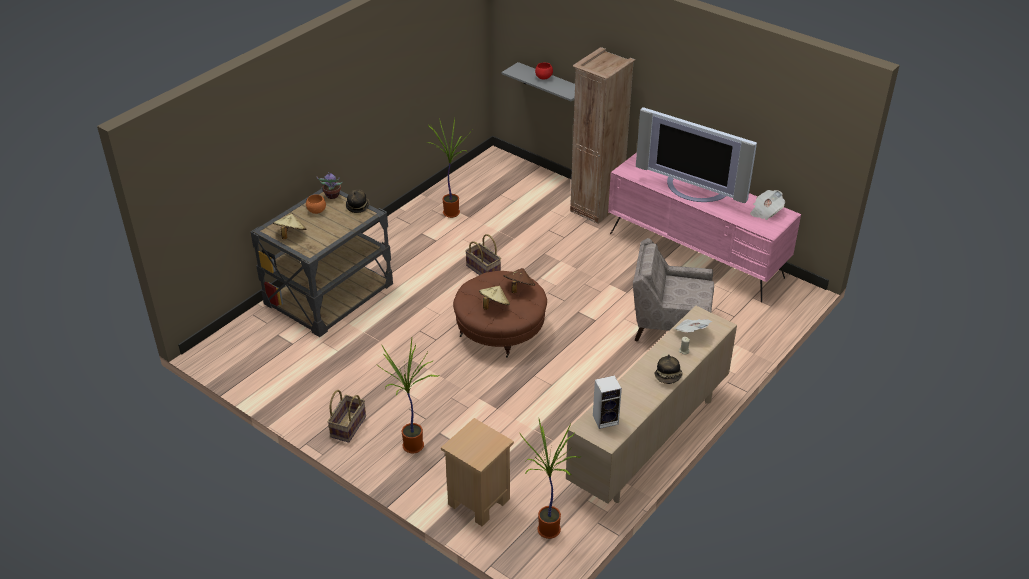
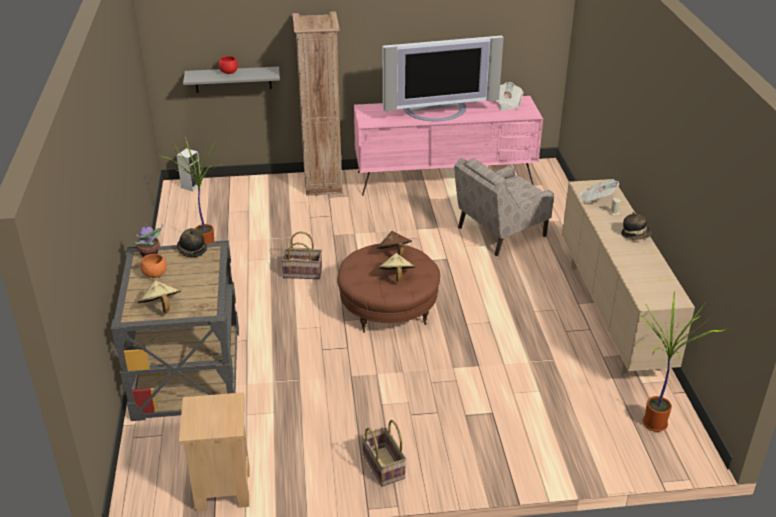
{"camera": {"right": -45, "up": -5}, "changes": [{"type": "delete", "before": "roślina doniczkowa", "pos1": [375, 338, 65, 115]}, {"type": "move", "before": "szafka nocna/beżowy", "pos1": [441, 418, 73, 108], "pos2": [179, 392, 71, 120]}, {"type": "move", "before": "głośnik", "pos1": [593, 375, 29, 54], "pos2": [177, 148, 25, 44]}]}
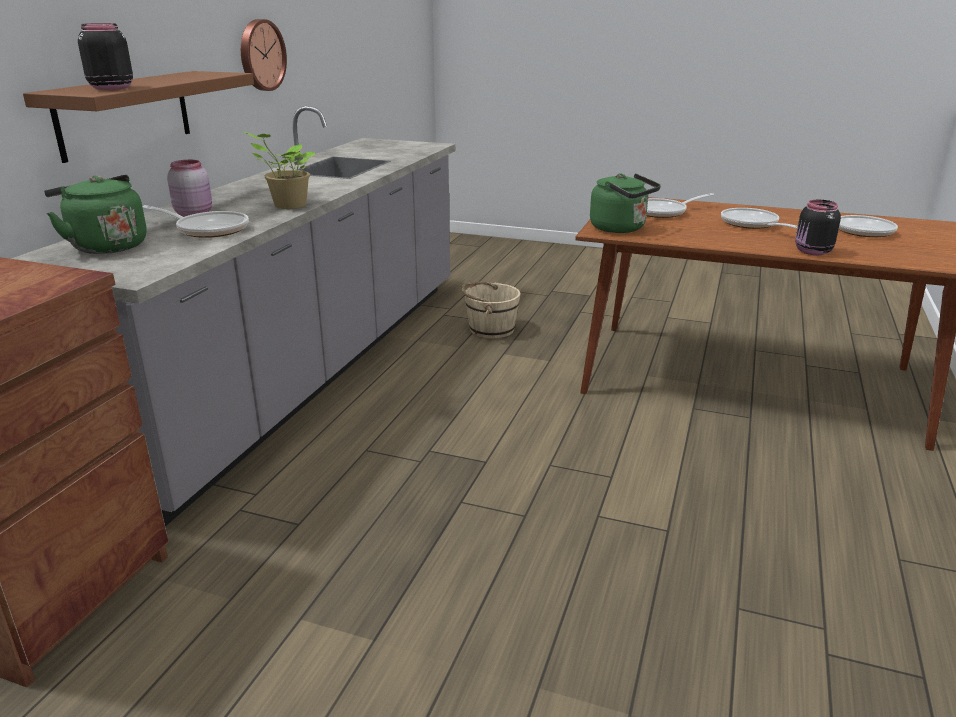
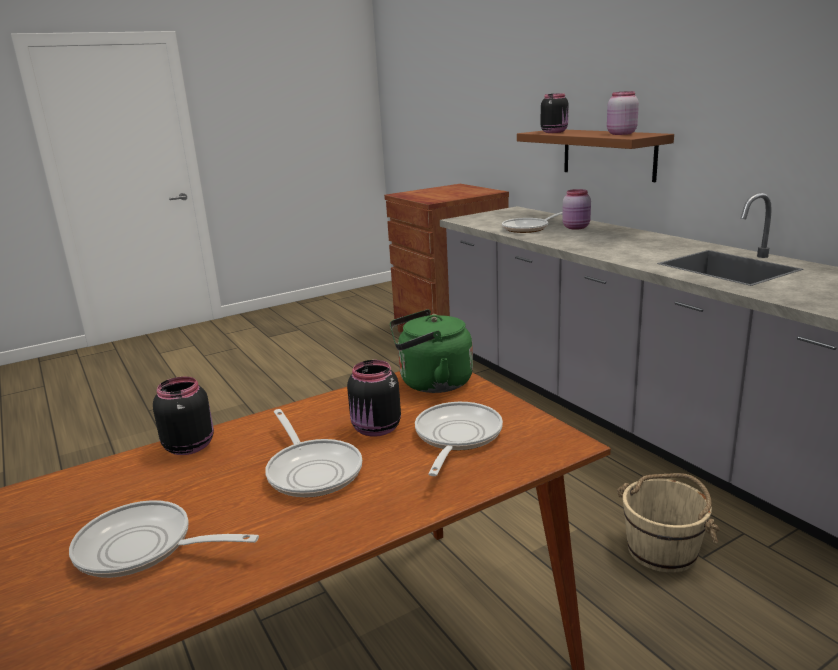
{"camera": {"right": 130, "up": -5}, "changes": [{"type": "delete", "before": "czajnik/zielony", "pos1": [44, 175, 103, 79]}, {"type": "delete", "before": "zegar ścienny", "pos1": [241, 19, 46, 72]}, {"type": "delete", "before": "roślina doniczkowa", "pos1": [242, 131, 73, 78]}, {"type": "insert", "after": "słoik/czarny", "pos2": [347, 360, 54, 77]}, {"type": "insert", "after": "słoik/różowy", "pos2": [607, 91, 32, 44]}, {"type": "rotate", "before": "patelnia", "pos1": [721, 208, 77, 21], "pos2": [265, 409, 97, 88], "turn": 45}]}
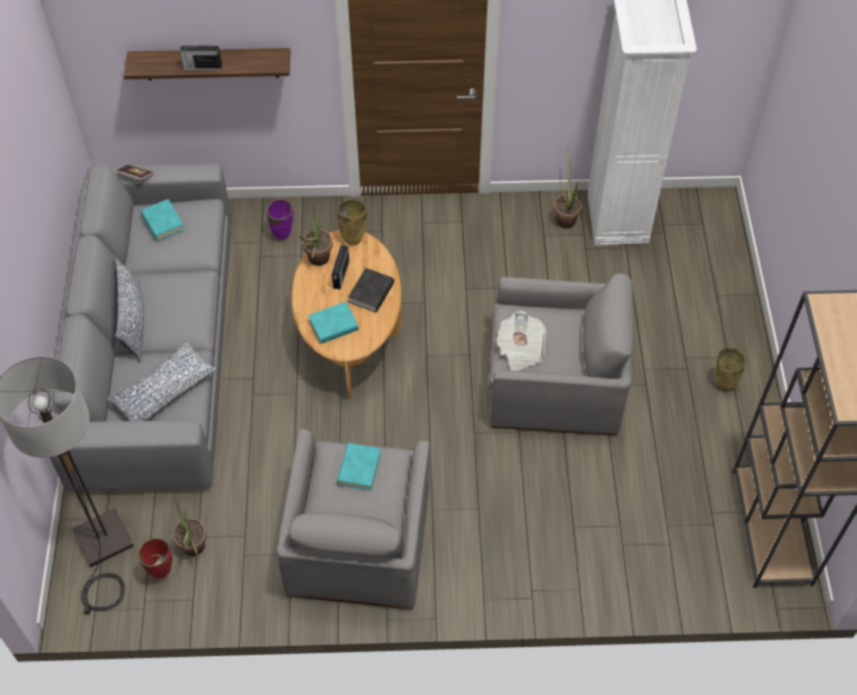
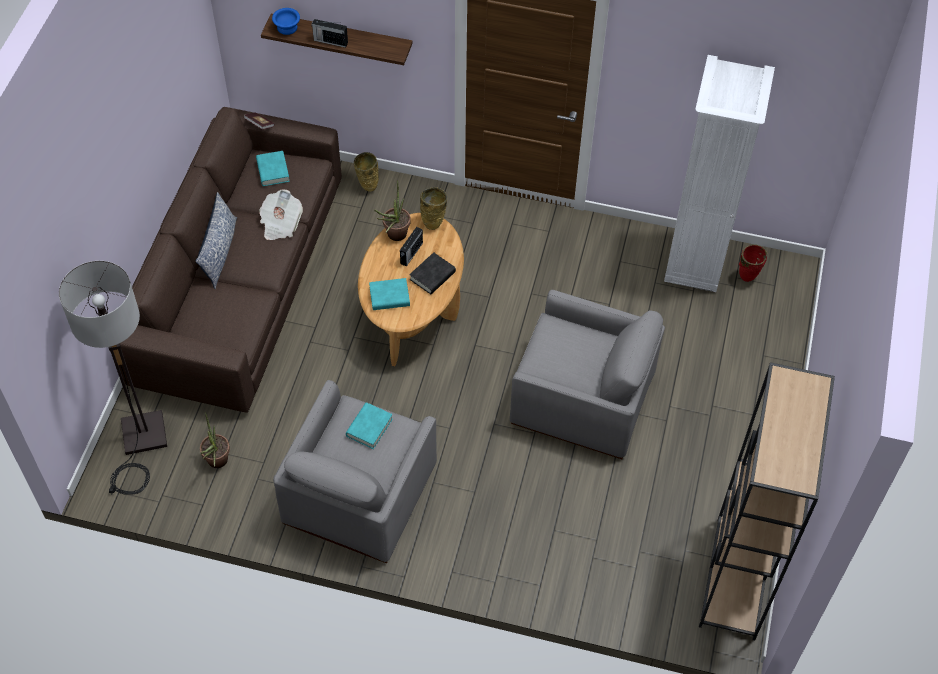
{"camera": {"right": 15, "up": 0}, "changes": [{"type": "delete", "before": "poduszka", "pos1": [107, 341, 111, 80]}, {"type": "delete", "before": "wazon/fioletowy", "pos1": [267, 199, 26, 41]}, {"type": "delete", "before": "roślina doniczkowa", "pos1": [554, 147, 28, 81]}, {"type": "insert", "after": "miska/niebieski", "pos2": [272, 8, 28, 27]}, {"type": "move", "before": "wazon/czerwony", "pos1": [138, 538, 34, 41], "pos2": [739, 244, 28, 38]}, {"type": "move", "before": "gazeta", "pos1": [496, 311, 51, 60], "pos2": [259, 189, 44, 51]}, {"type": "move", "before": "wazon/beżowy", "pos1": [716, 347, 30, 42], "pos2": [354, 152, 25, 40]}, {"type": "recolor", "before": "kanapa/szary", "after": "kanapa/brązowy", "pos1": [47, 164, 184, 327], "pos2": [119, 107, 223, 306]}]}
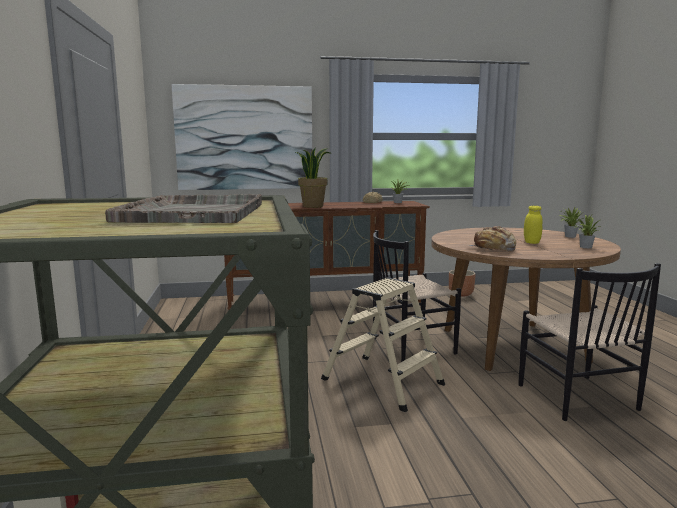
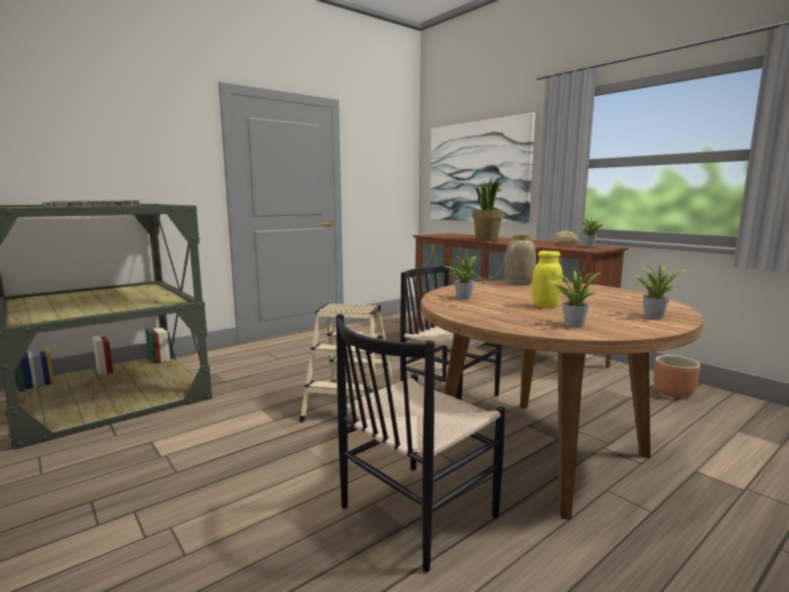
{"camera": {"right": 60, "up": 0}, "changes": [{"type": "insert", "after": "wazon", "pos2": [504, 235, 32, 50]}, {"type": "replace", "before": "chleb", "after": "roślina doniczkowa", "pos1": [469, 226, 47, 26], "pos2": [444, 255, 35, 45]}]}
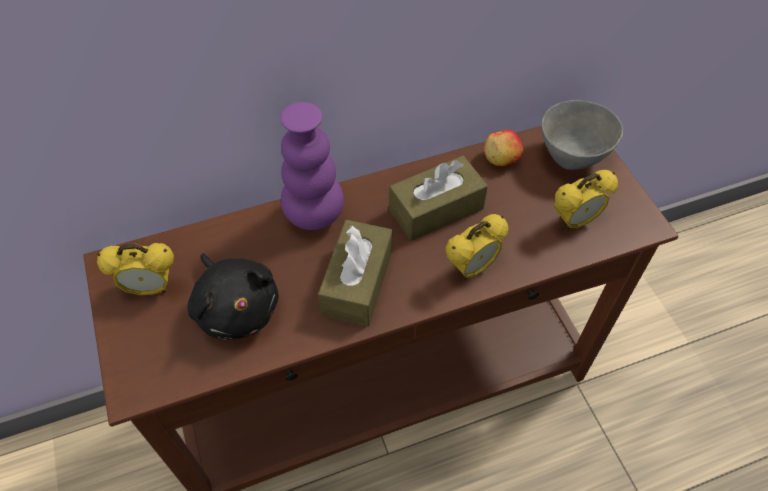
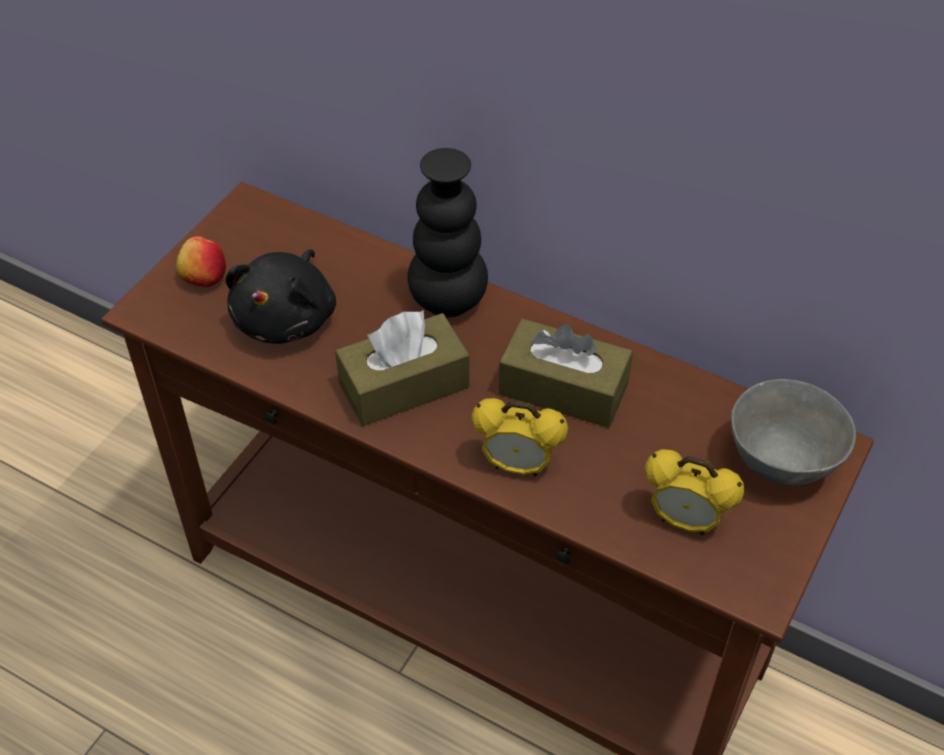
{"camera": {"right": 50, "up": -5}, "changes": [{"type": "delete", "before": "budzik", "pos1": [97, 243, 77, 52]}, {"type": "move", "before": "jabłko", "pos1": [484, 129, 39, 37], "pos2": [176, 236, 50, 51]}, {"type": "recolor", "before": "wazon/fioletowy", "after": "wazon/czarny", "pos1": [280, 102, 64, 128], "pos2": [408, 148, 80, 169]}]}
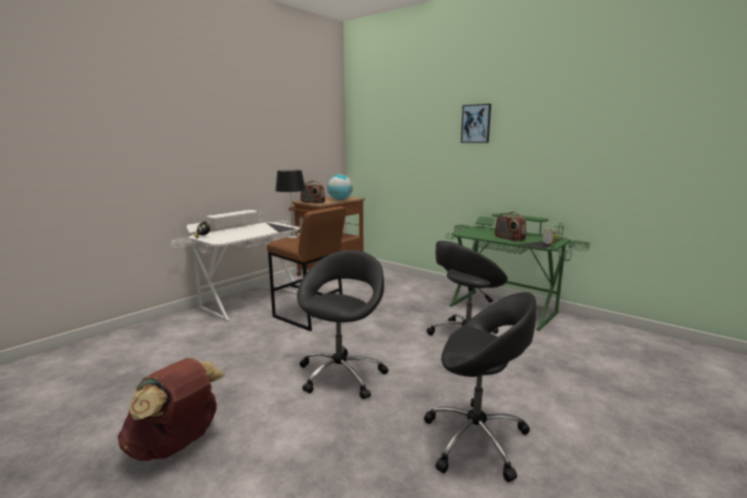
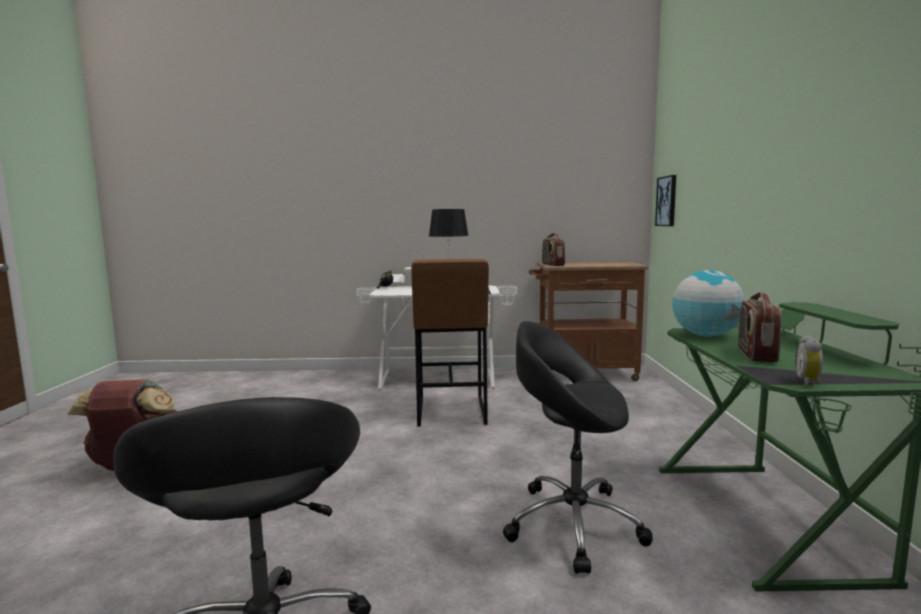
{"camera": {"right": 50, "up": -5}, "changes": [{"type": "delete", "before": "krzesło biurowe/czarny", "pos1": [297, 250, 92, 149]}, {"type": "move", "before": "globus", "pos1": [327, 174, 26, 26], "pos2": [672, 270, 73, 67]}, {"type": "move", "before": "obraz", "pos1": [461, 104, 30, 39], "pos2": [655, 175, 21, 51]}]}
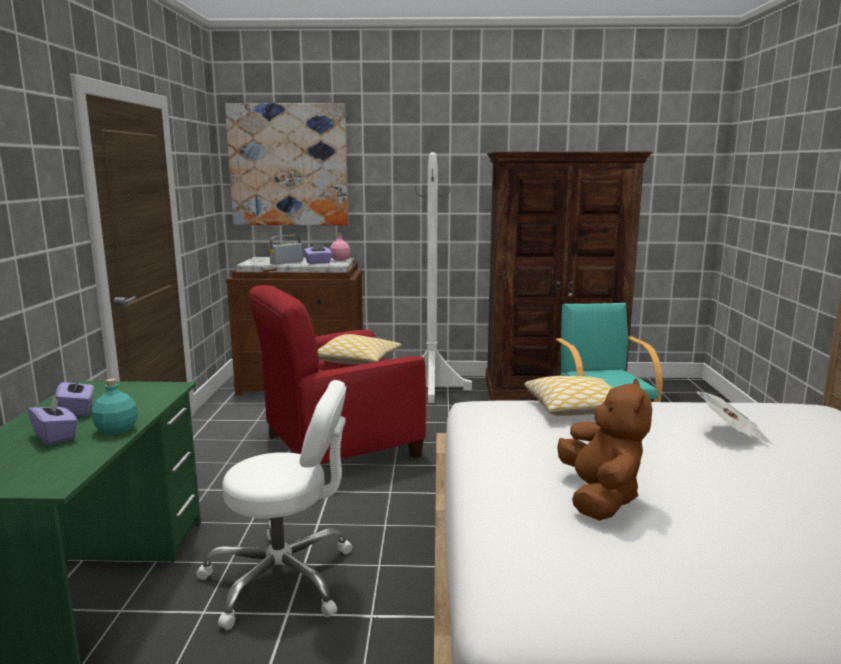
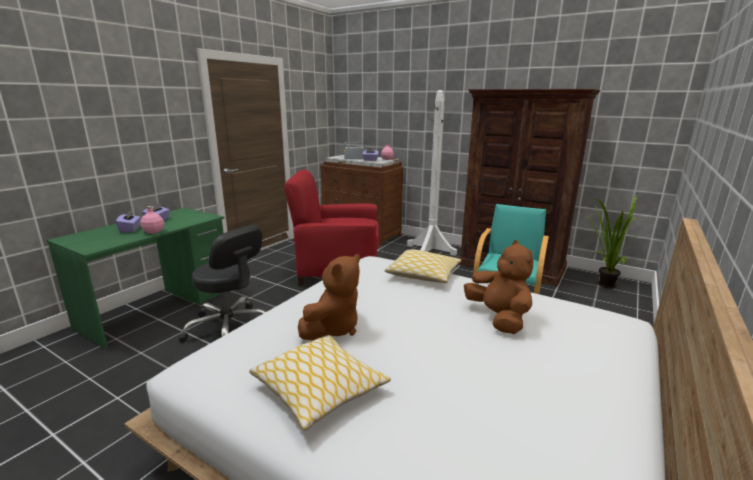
{"camera": {"right": 30, "up": 5}, "changes": [{"type": "delete", "before": "obraz", "pos1": [225, 103, 124, 122]}, {"type": "insert", "after": "roślina doniczkowa", "pos2": [585, 196, 53, 93]}, {"type": "move", "before": "poduszka", "pos1": [318, 334, 84, 31], "pos2": [249, 336, 142, 95]}, {"type": "replace", "before": "gazeta", "after": "pluszak/brązowy", "pos1": [696, 391, 77, 53], "pos2": [464, 240, 69, 94]}, {"type": "recolor", "before": "butelka/turkusowy", "after": "butelka/różowy", "pos1": [91, 379, 47, 56], "pos2": [140, 206, 24, 28]}, {"type": "recolor", "before": "krzesło biurowe/biały", "after": "krzesło biurowe/czarny", "pos1": [196, 380, 157, 250], "pos2": [179, 225, 87, 117]}]}
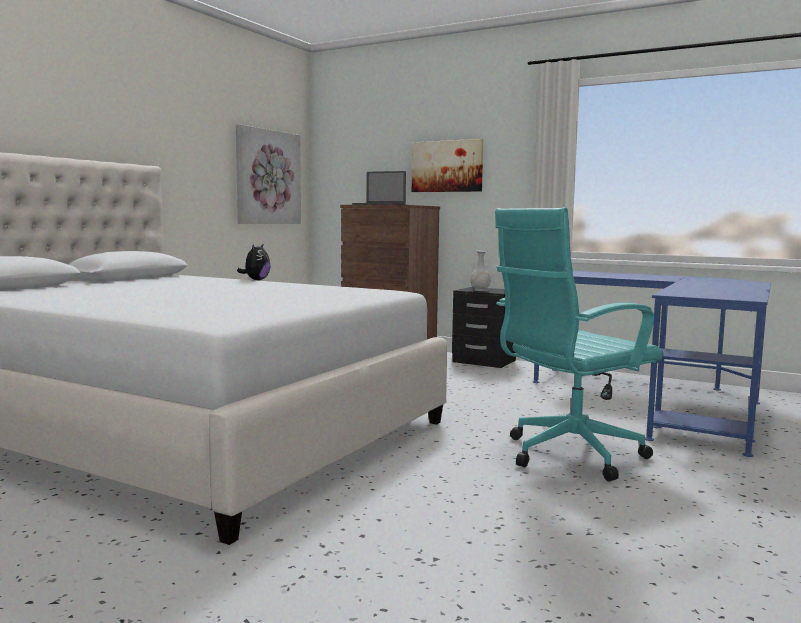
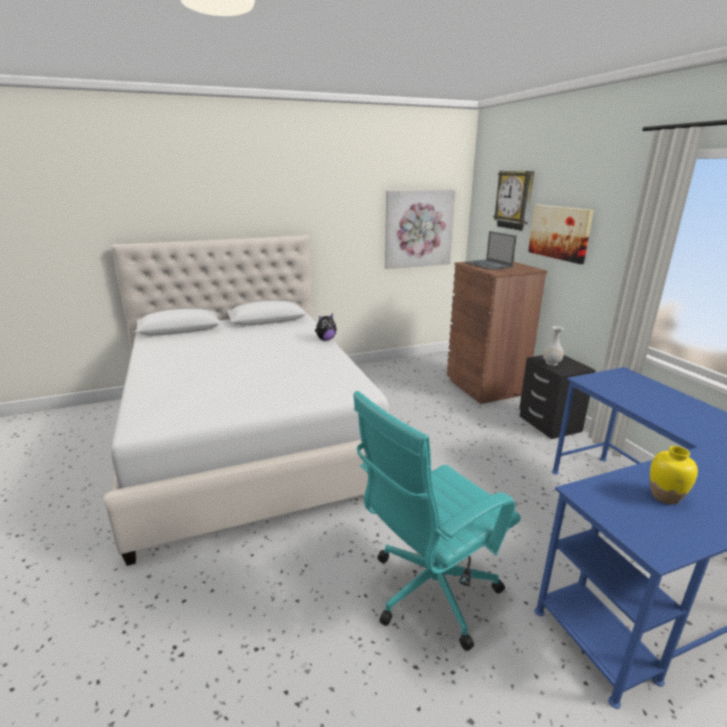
{"camera": {"right": 40, "up": 15}, "changes": [{"type": "insert", "after": "zegar ścienny", "pos2": [493, 171, 41, 60]}, {"type": "insert", "after": "wazon/żółty", "pos2": [650, 446, 48, 58]}, {"type": "rotate", "before": "krzesło biurowe/turkusowy", "pos1": [495, 207, 169, 275], "pos2": [353, 391, 168, 260], "turn": -45}]}
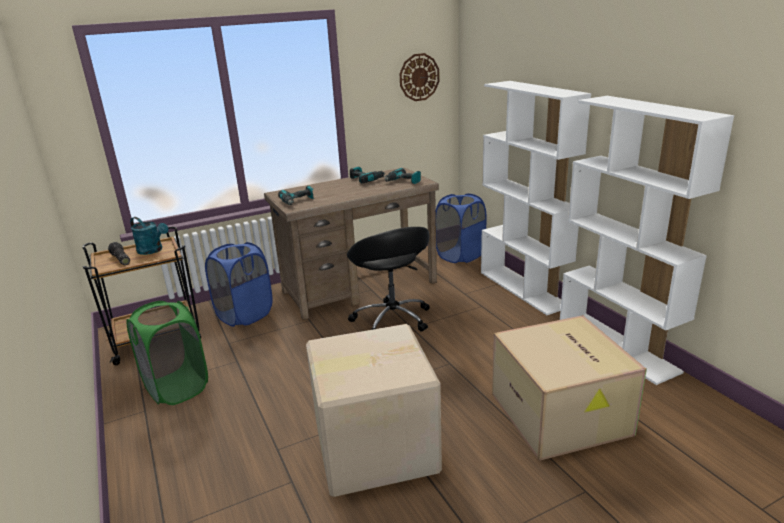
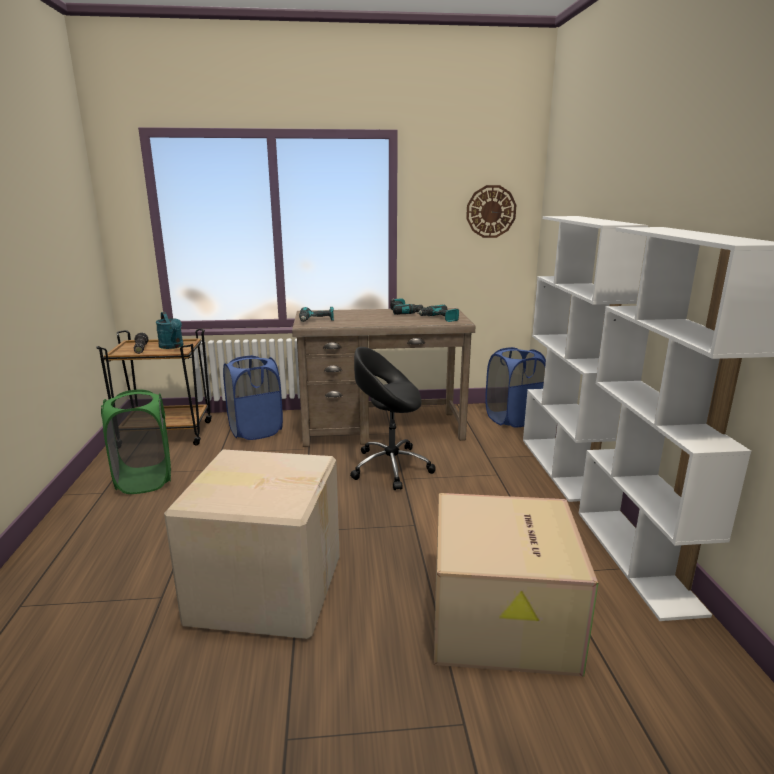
{"camera": {"right": 20, "up": -5}, "changes": [{"type": "rotate", "before": "krzesło biurowe/czarny", "pos1": [347, 227, 83, 105], "pos2": [350, 347, 86, 143], "turn": 90}]}
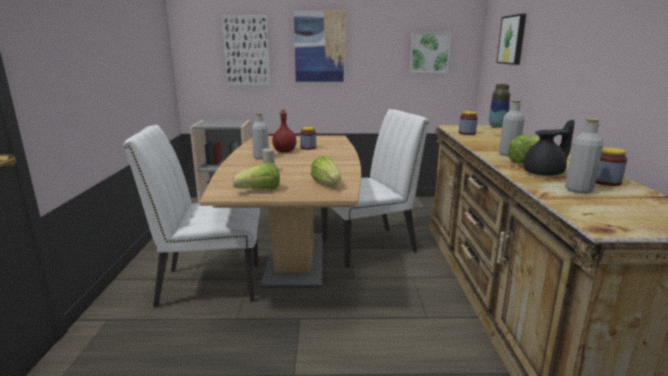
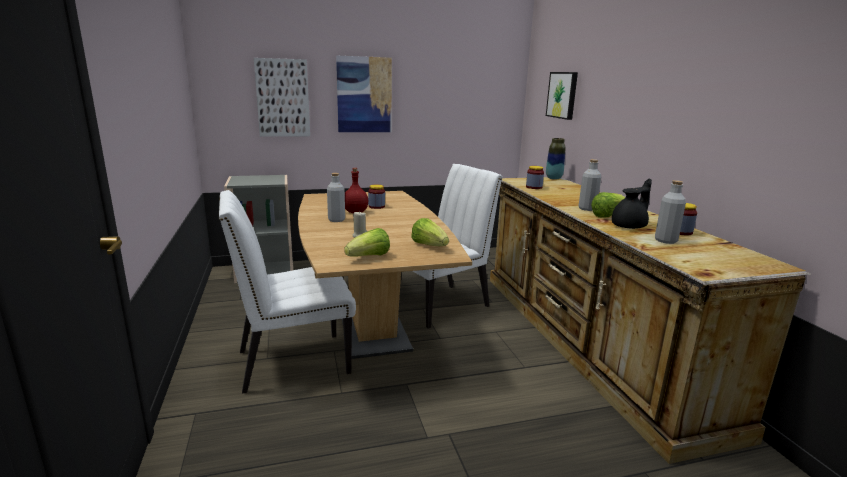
{"camera": {"right": -15, "up": 0}, "changes": [{"type": "delete", "before": "obraz", "pos1": [409, 32, 42, 41]}]}
